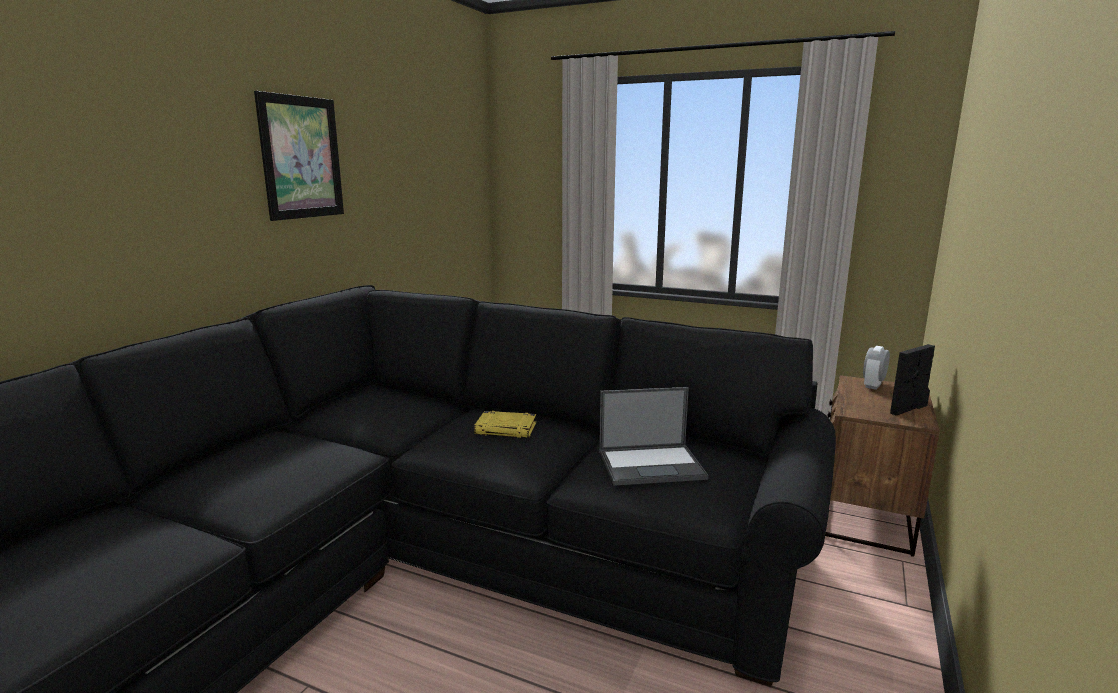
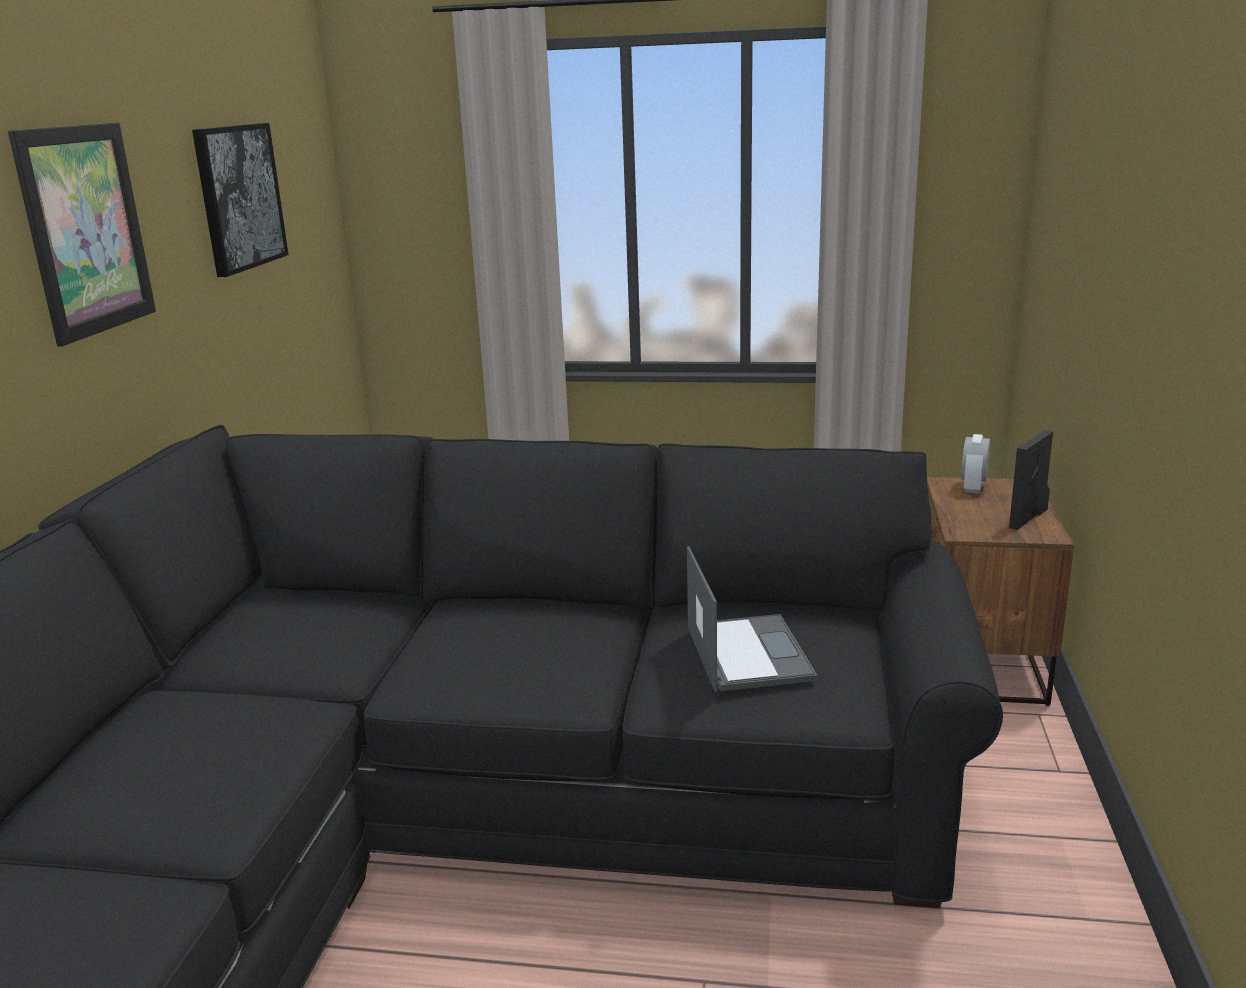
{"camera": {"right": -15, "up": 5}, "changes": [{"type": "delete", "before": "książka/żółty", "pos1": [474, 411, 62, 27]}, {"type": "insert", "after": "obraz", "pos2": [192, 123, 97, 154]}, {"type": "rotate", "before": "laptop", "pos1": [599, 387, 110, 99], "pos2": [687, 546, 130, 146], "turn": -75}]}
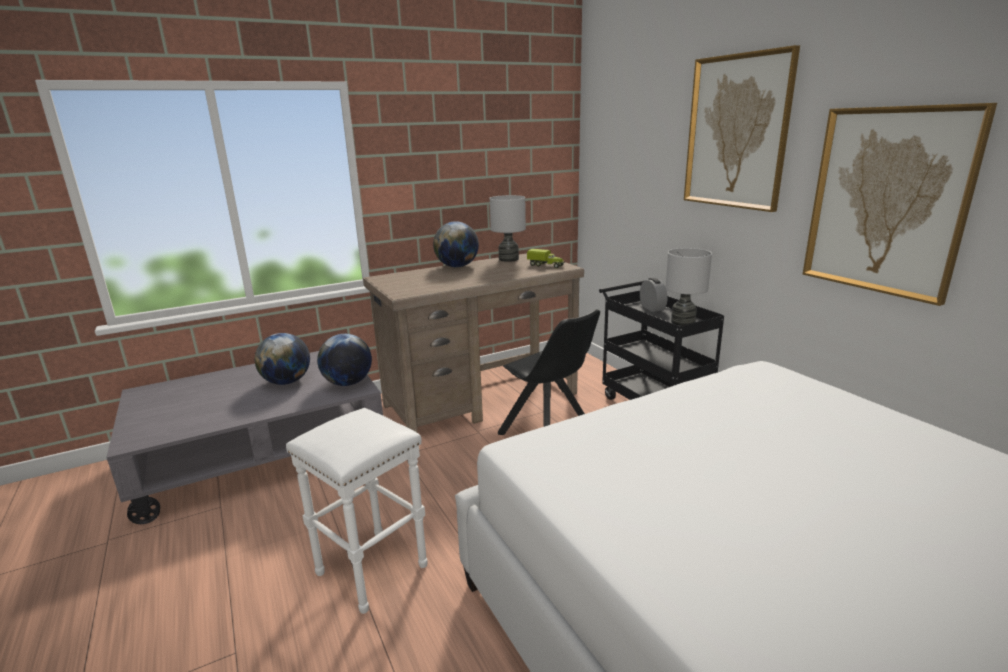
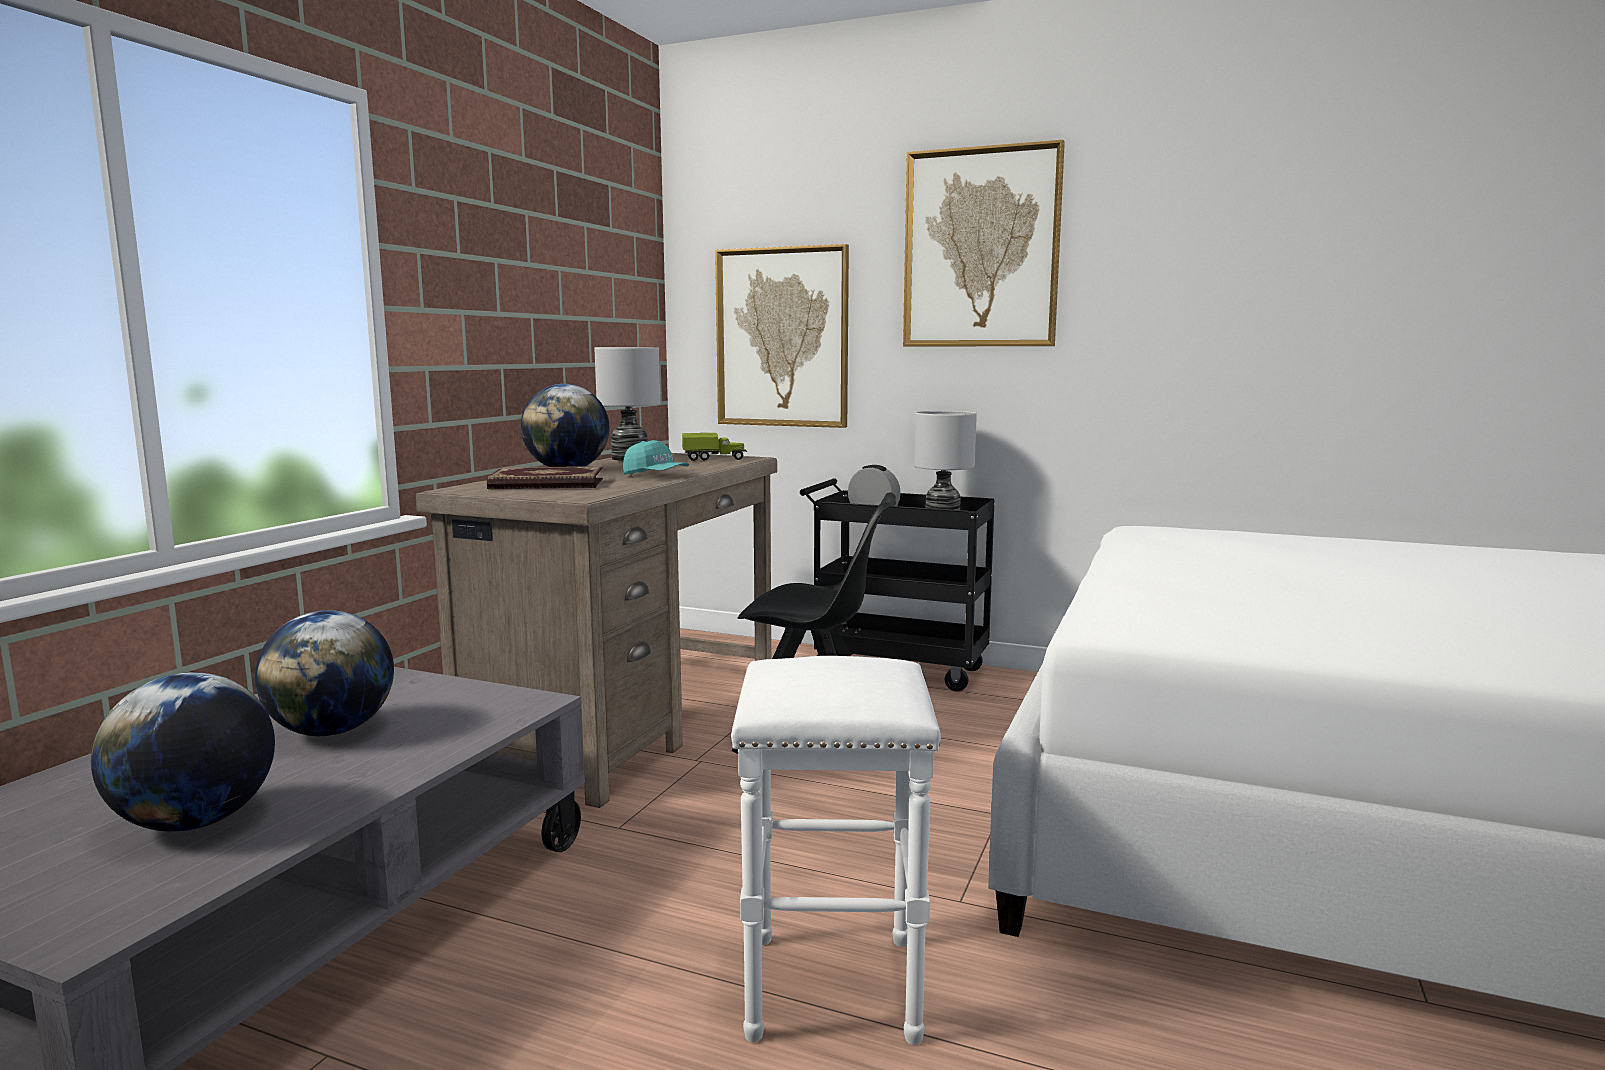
{"camera": {"right": -40, "up": -10}, "changes": [{"type": "insert", "after": "książka", "pos2": [487, 466, 116, 23]}, {"type": "insert", "after": "czapka z daszkiem/turkusowy", "pos2": [623, 440, 66, 35]}, {"type": "move", "before": "globus", "pos1": [317, 334, 55, 52], "pos2": [91, 673, 184, 159]}, {"type": "move", "before": "obraz", "pos1": [802, 103, 195, 203], "pos2": [715, 244, 134, 184]}]}
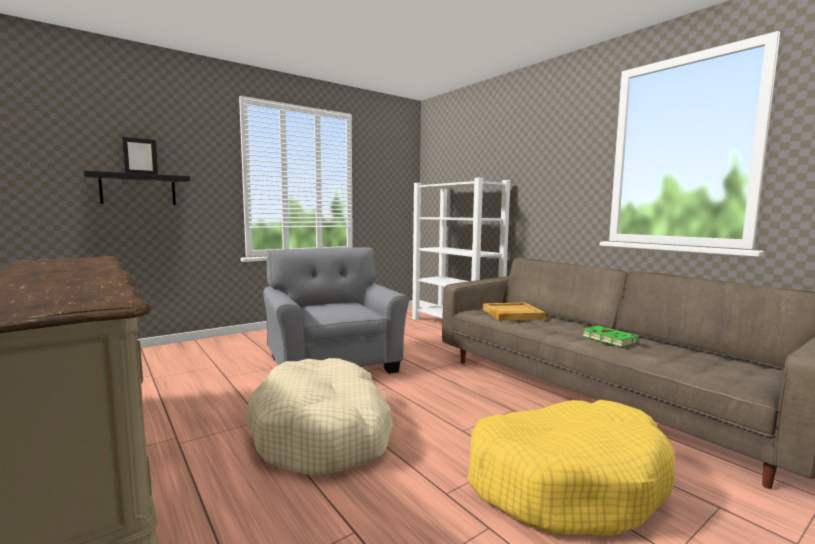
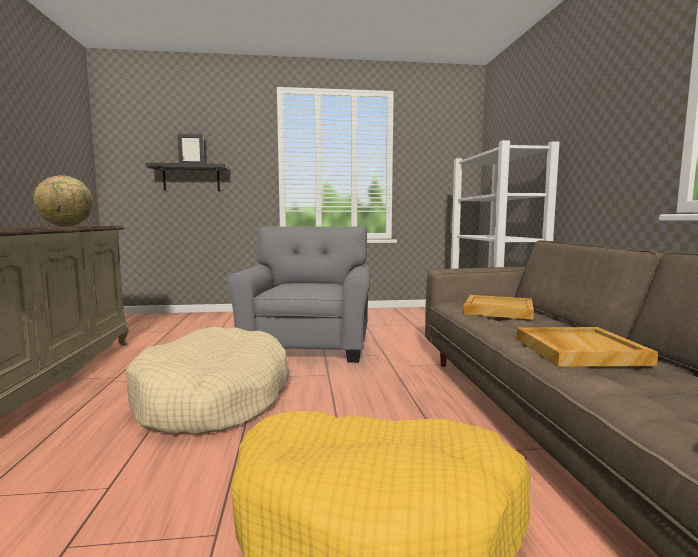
{"camera": {"right": 30, "up": 0}, "changes": [{"type": "insert", "after": "globus", "pos2": [34, 175, 60, 51]}, {"type": "replace", "before": "książka/zielony", "after": "taca/beżowy", "pos1": [582, 326, 57, 21], "pos2": [516, 327, 142, 40]}]}
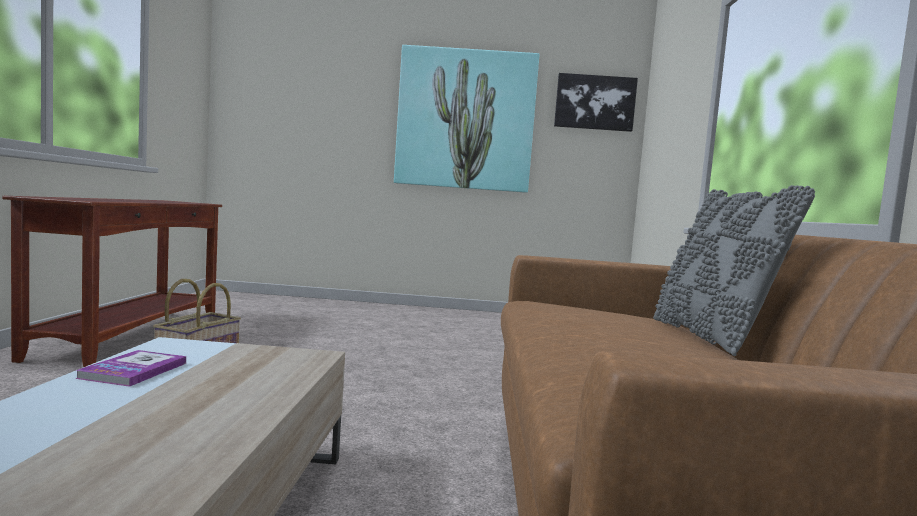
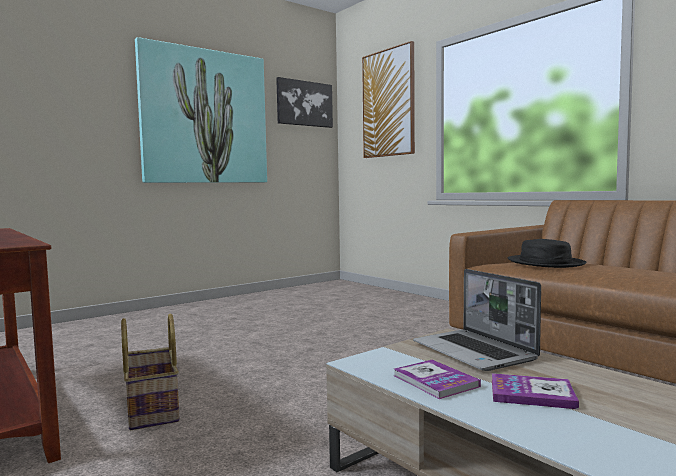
{"camera": {"right": -40, "up": 0}, "changes": [{"type": "delete", "before": "poduszka/szary", "pos1": [653, 185, 162, 171]}, {"type": "insert", "after": "obraz", "pos2": [362, 41, 53, 117]}, {"type": "insert", "after": "laptop", "pos2": [413, 269, 128, 102]}, {"type": "insert", "after": "książka", "pos2": [492, 373, 87, 36]}, {"type": "insert", "after": "kapelusz/czarny", "pos2": [508, 239, 79, 29]}]}
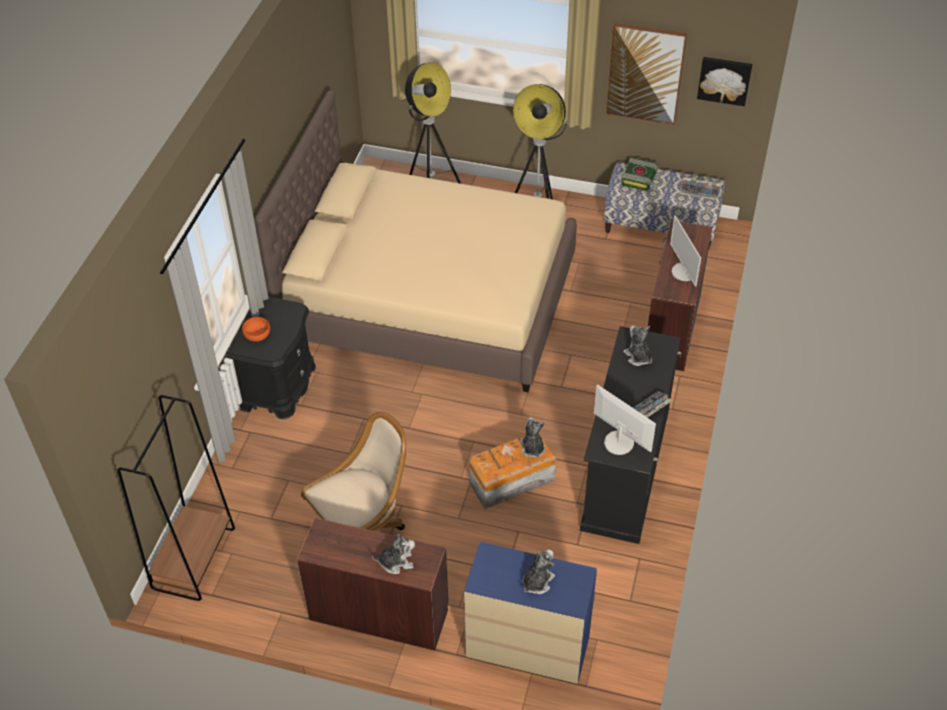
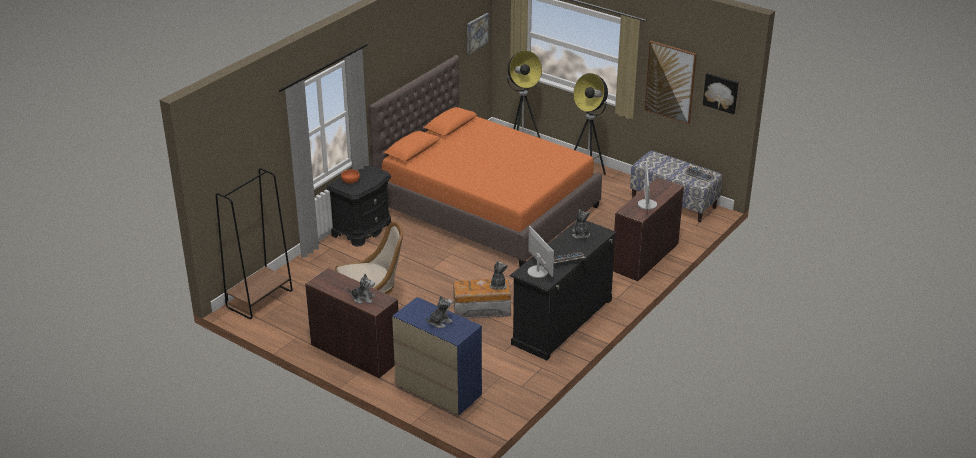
{"camera": {"right": 20, "up": -15}, "changes": [{"type": "delete", "before": "książka", "pos1": [621, 157, 37, 34]}, {"type": "insert", "after": "obraz", "pos2": [467, 13, 22, 41]}, {"type": "recolor", "before": "łóżko/beżowy", "after": "łóżko/pomarańczowy", "pos1": [255, 91, 322, 301], "pos2": [369, 55, 233, 212]}]}
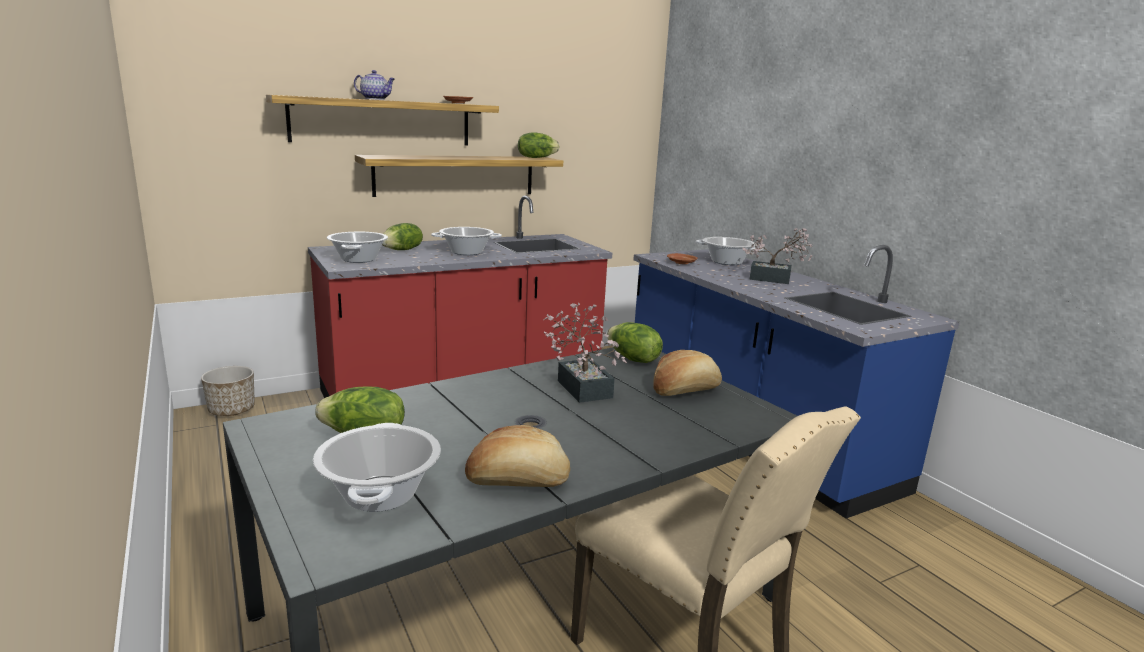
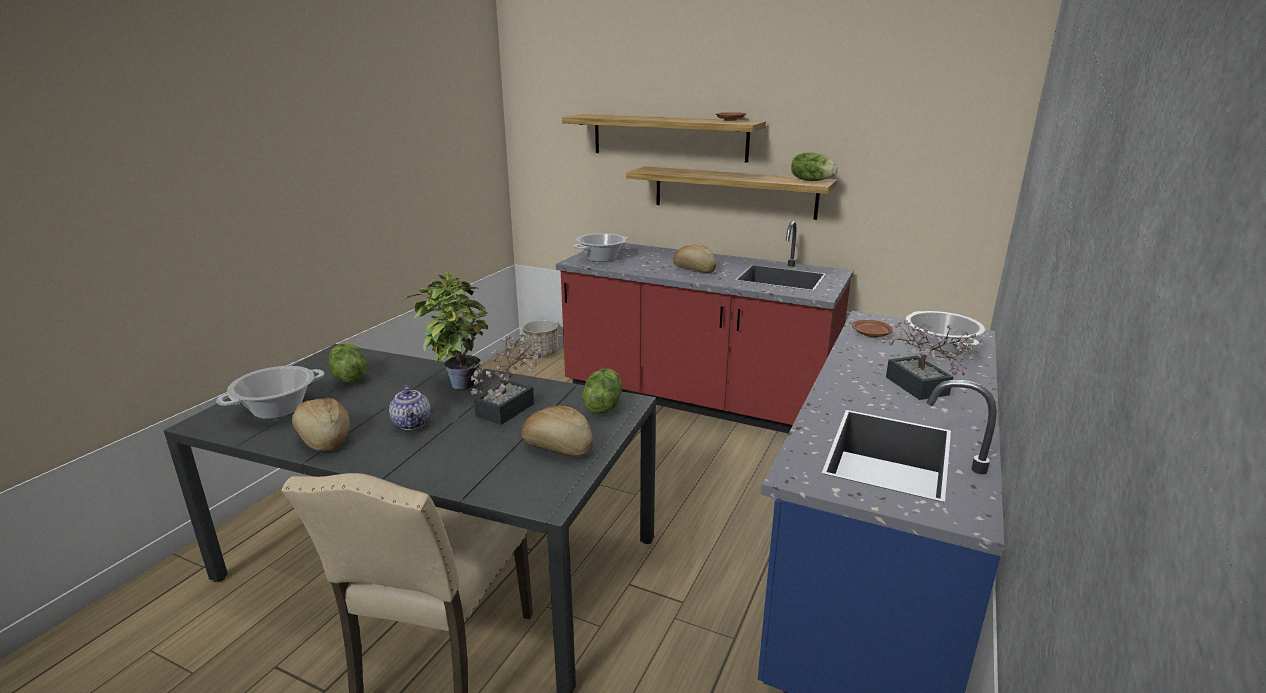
{"camera": {"right": 55, "up": 5}, "changes": [{"type": "delete", "before": "sałata", "pos1": [382, 223, 41, 27]}, {"type": "insert", "after": "roślina doniczkowa", "pos2": [403, 271, 85, 119]}, {"type": "move", "before": "imbryk", "pos1": [354, 70, 41, 30], "pos2": [389, 385, 42, 45]}, {"type": "replace", "before": "garnek", "after": "chleb", "pos1": [431, 227, 71, 28], "pos2": [673, 244, 43, 29]}]}
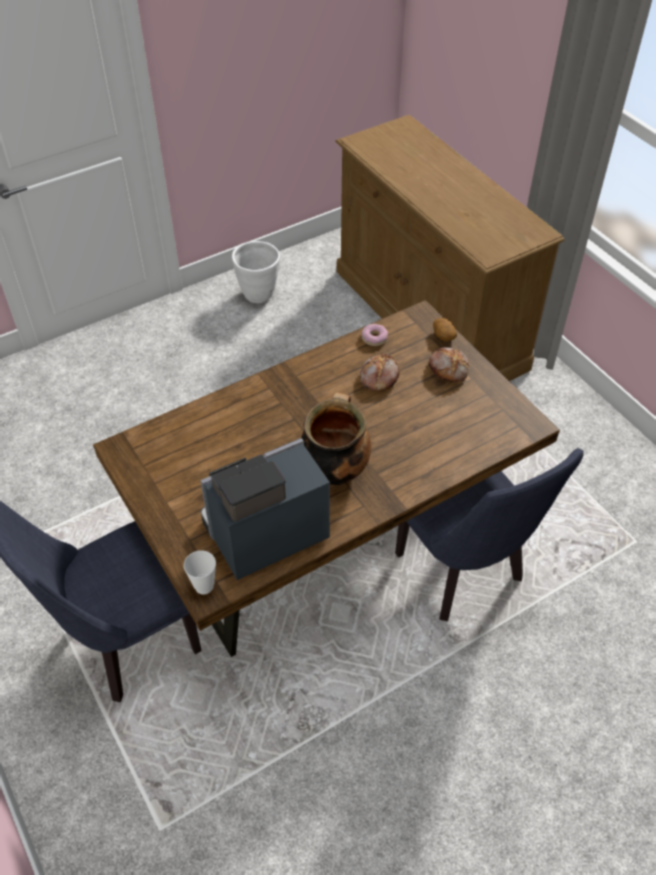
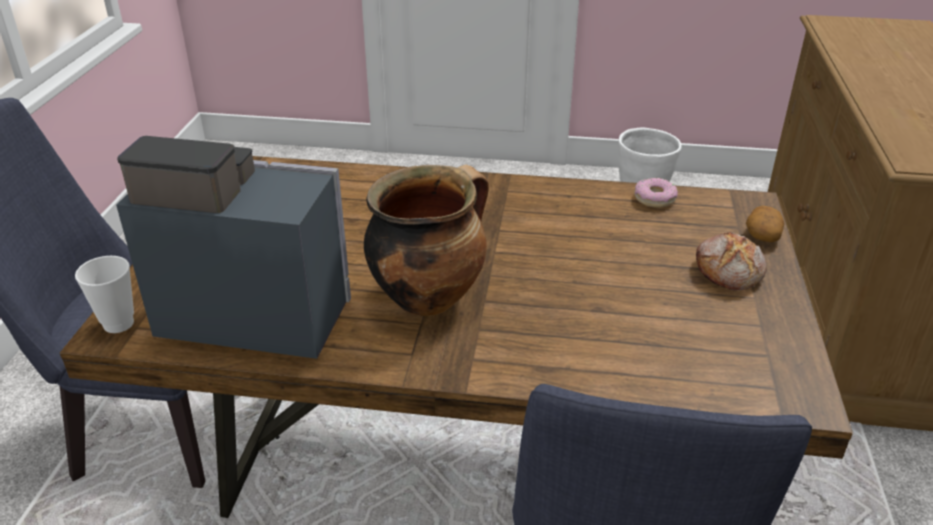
{"camera": {"right": 40, "up": -15}, "changes": [{"type": "delete", "before": "chleb", "pos1": [360, 353, 40, 38]}]}
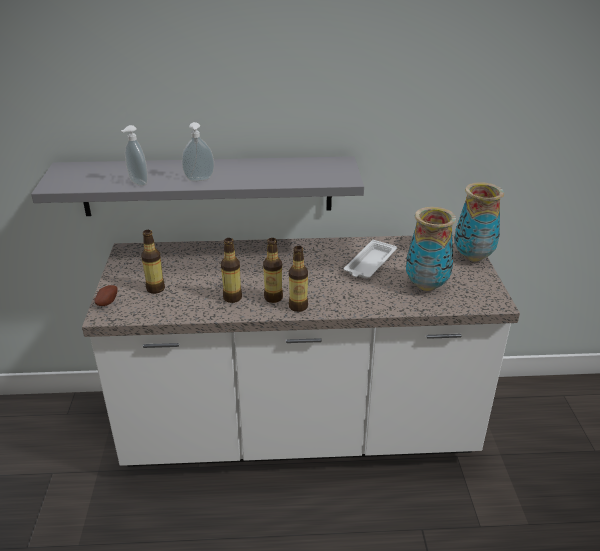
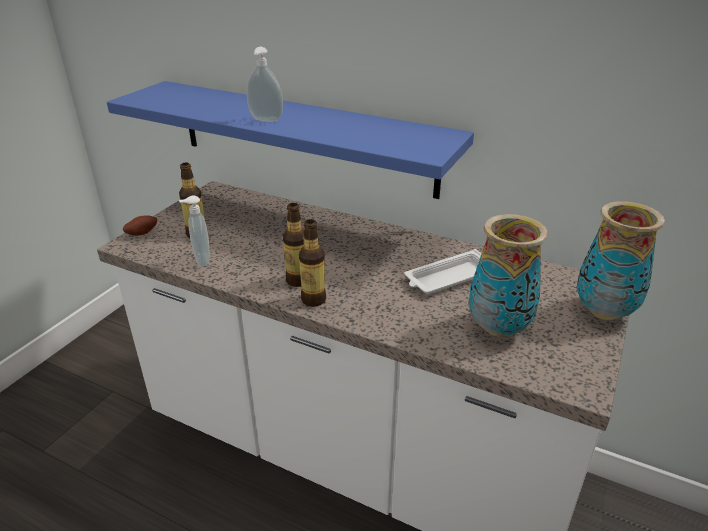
{"camera": {"right": 30, "up": 0}, "changes": [{"type": "delete", "before": "butelka", "pos1": [221, 238, 21, 65]}, {"type": "move", "before": "dozownik mydła", "pos1": [121, 125, 27, 61], "pos2": [179, 196, 31, 70]}, {"type": "recolor", "before": "półka/szary", "after": "półka/niebieski", "pos1": [31, 156, 333, 60], "pos2": [107, 81, 367, 118]}]}
